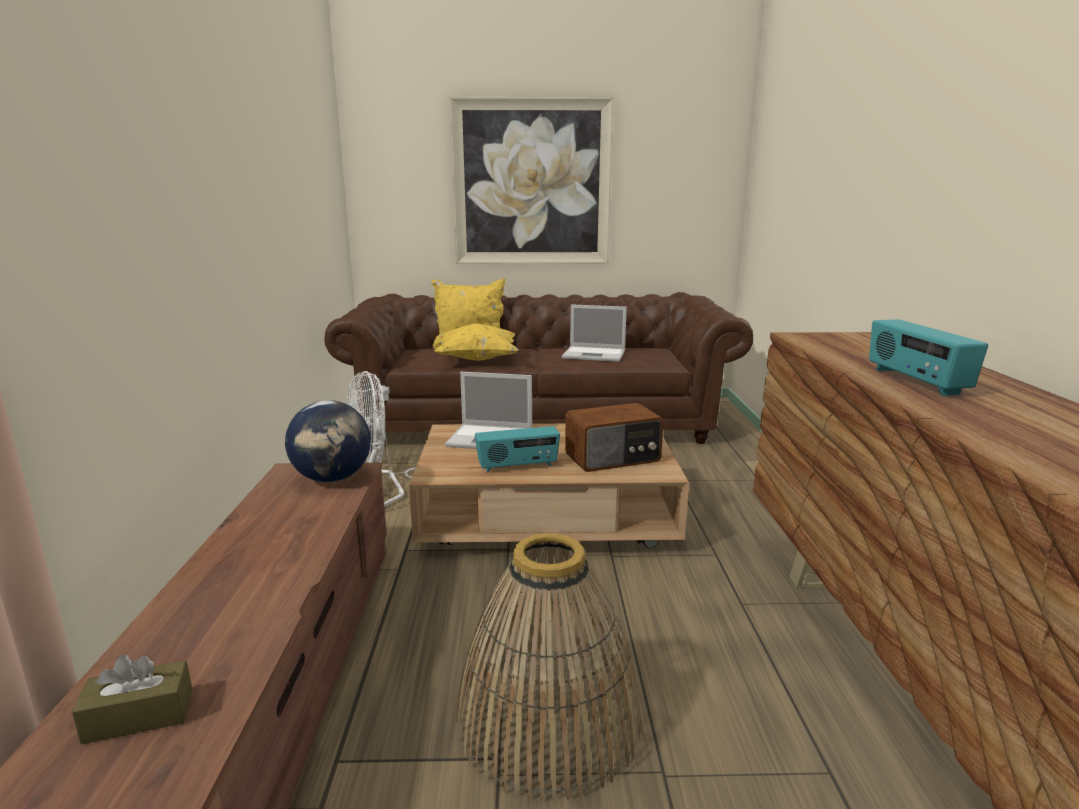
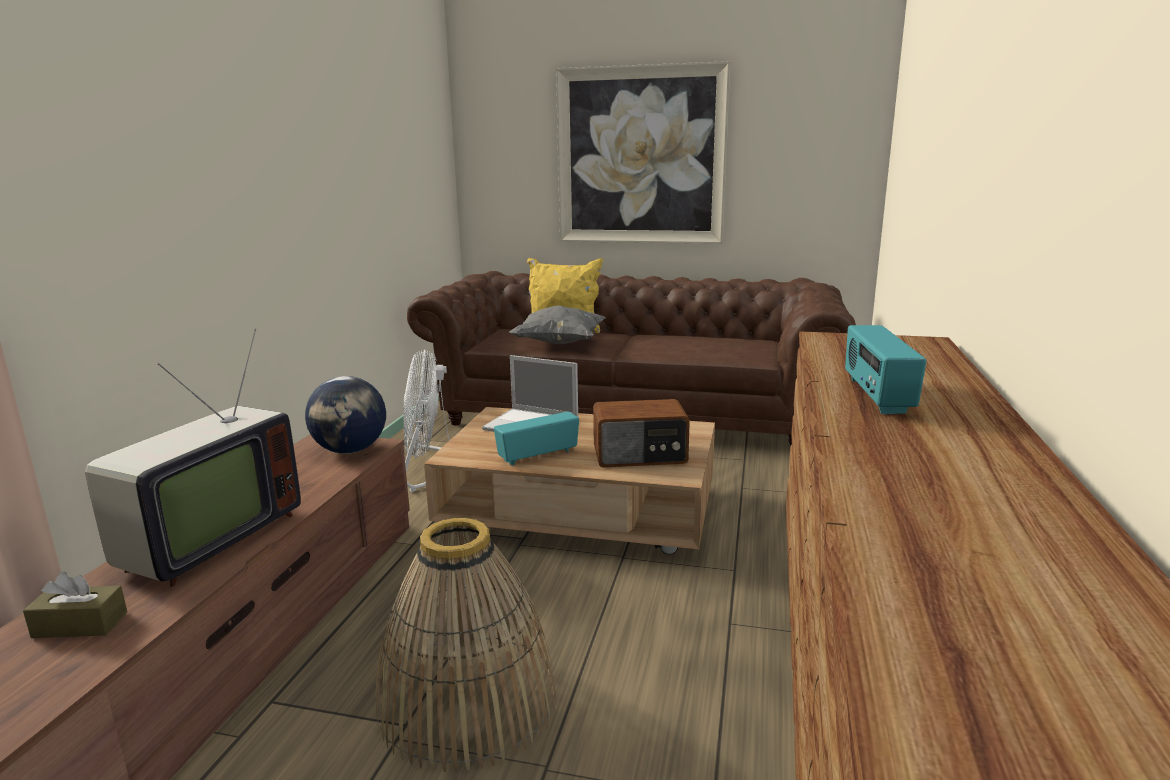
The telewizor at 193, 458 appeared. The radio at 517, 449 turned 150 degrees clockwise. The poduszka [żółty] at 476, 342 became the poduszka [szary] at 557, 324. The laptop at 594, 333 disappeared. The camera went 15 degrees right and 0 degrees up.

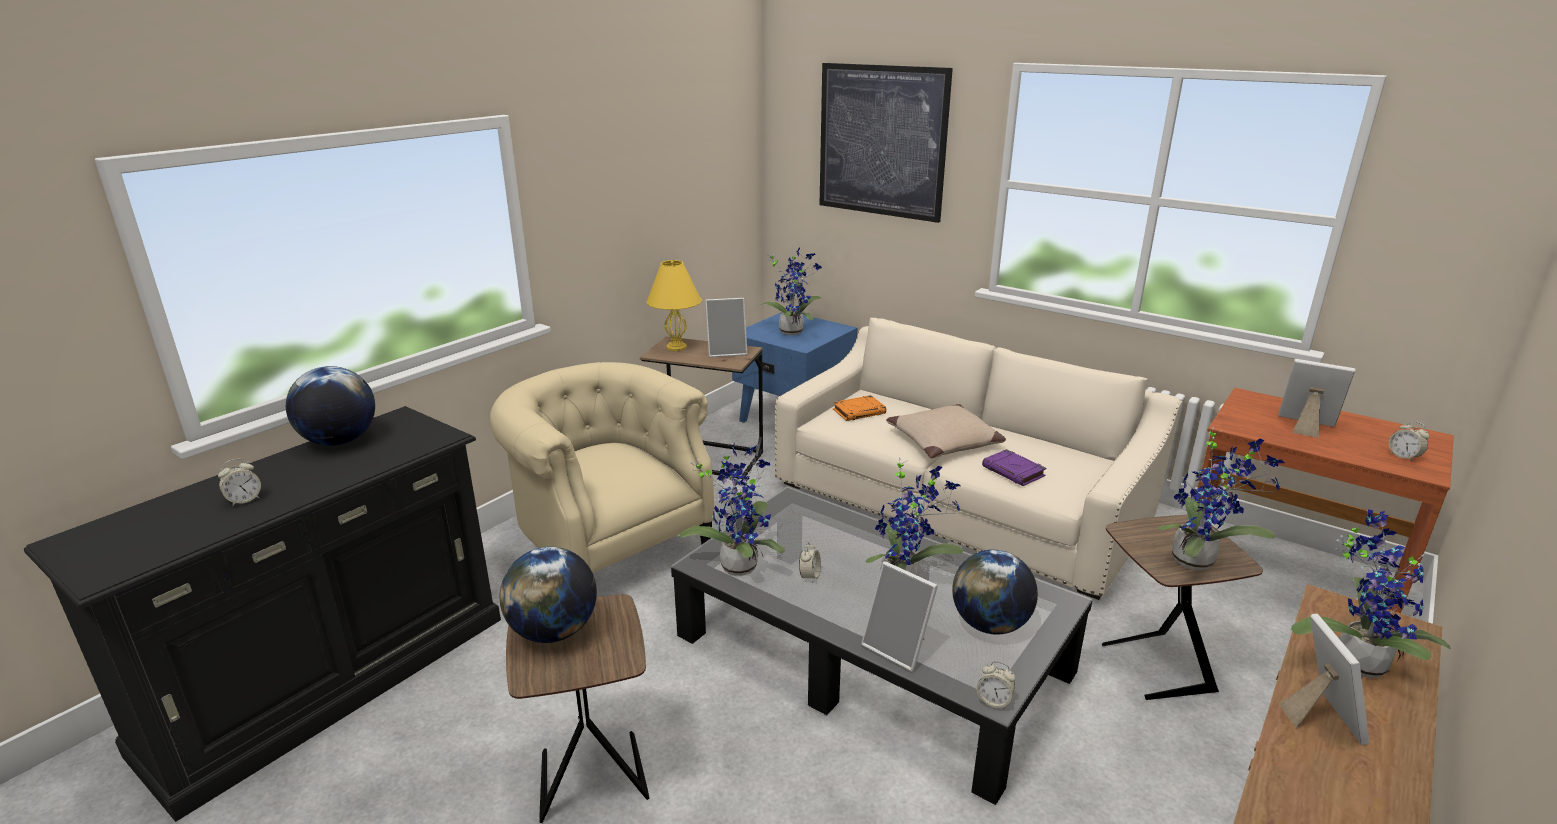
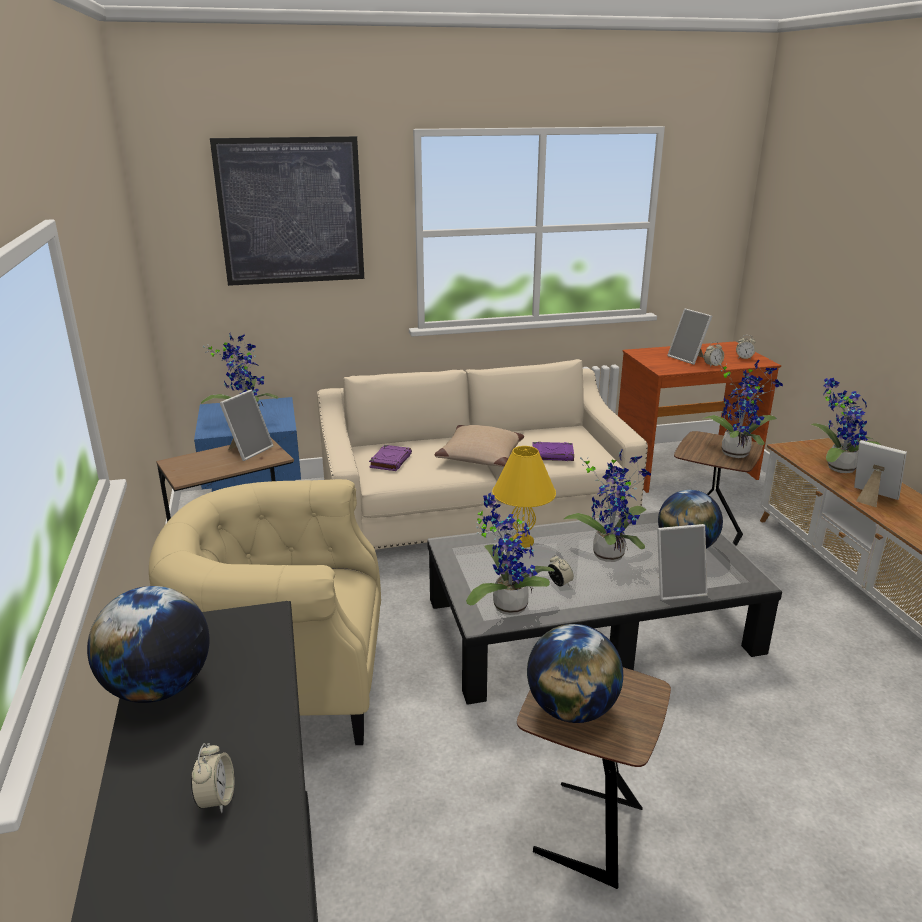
The książka [pomarańczowy] at 859, 408 became the książka [fioletowy] at 390, 458. The lampa stołowa [żółty] moved from 674, 305 to 524, 497. The ramka na zdjęcie at 1317, 398 turned 105 degrees counterclockwise. The budzik moved from 996, 685 to 714, 354. The camera went 50 degrees left and 0 degrees up.

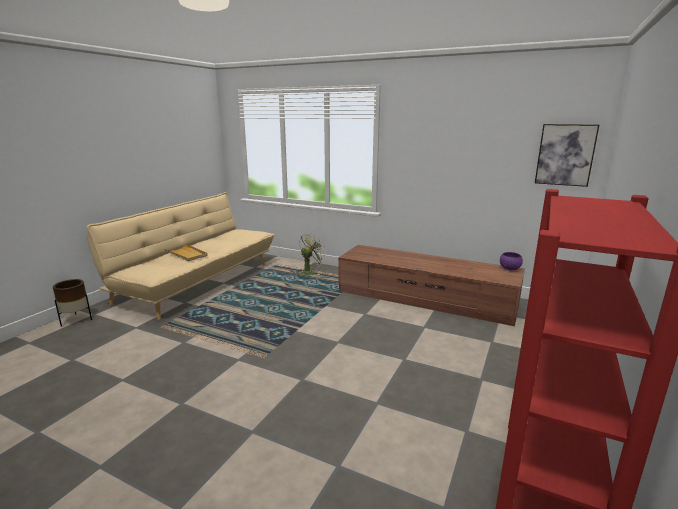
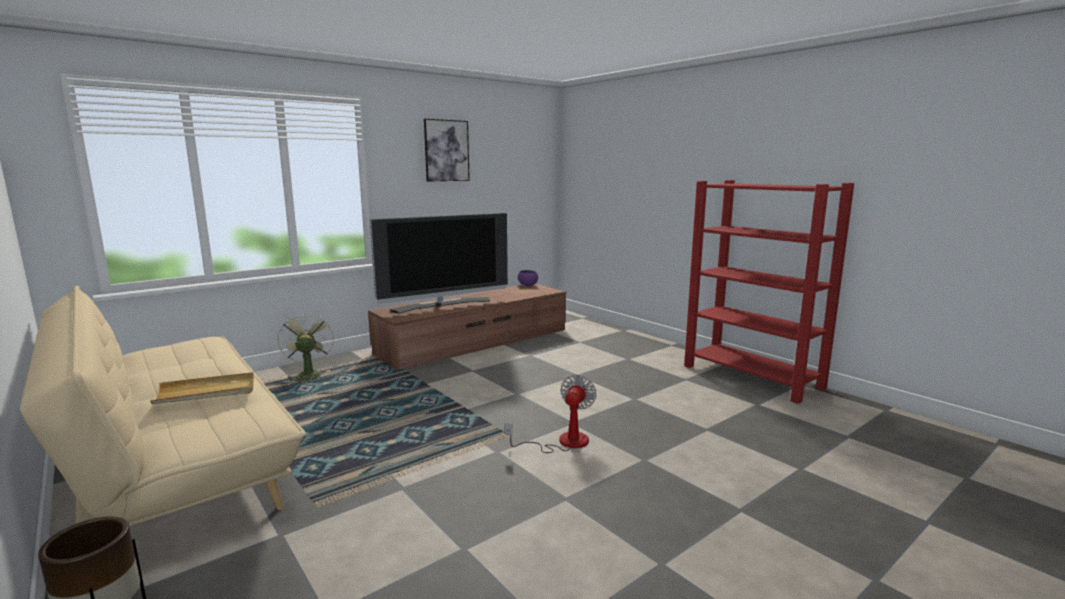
The telewizor at 439, 263 appeared. The obraz moved from 567, 155 to 447, 150. The wentylator at 550, 413 appeared. The camera went 65 degrees left and 5 degrees down.

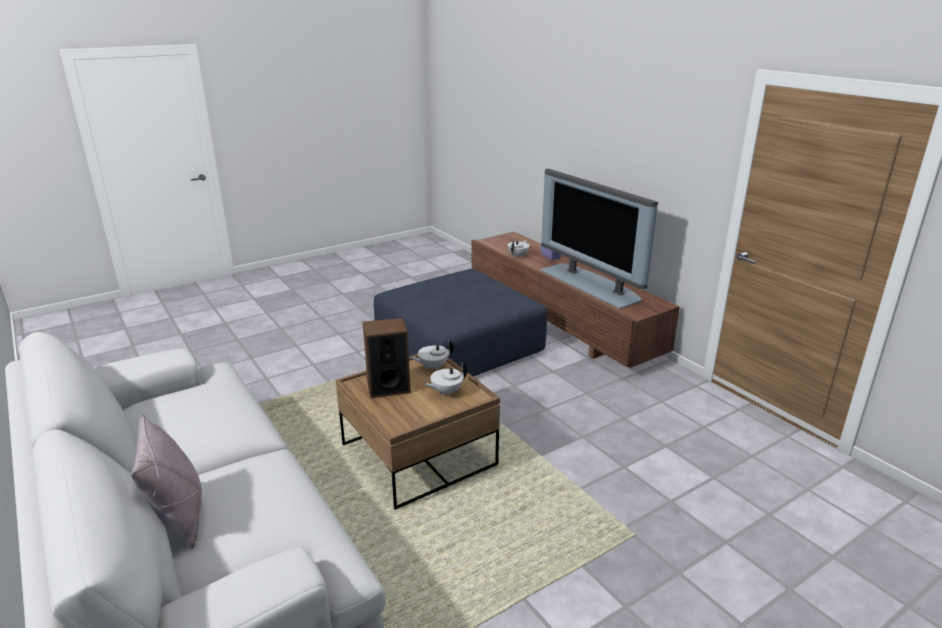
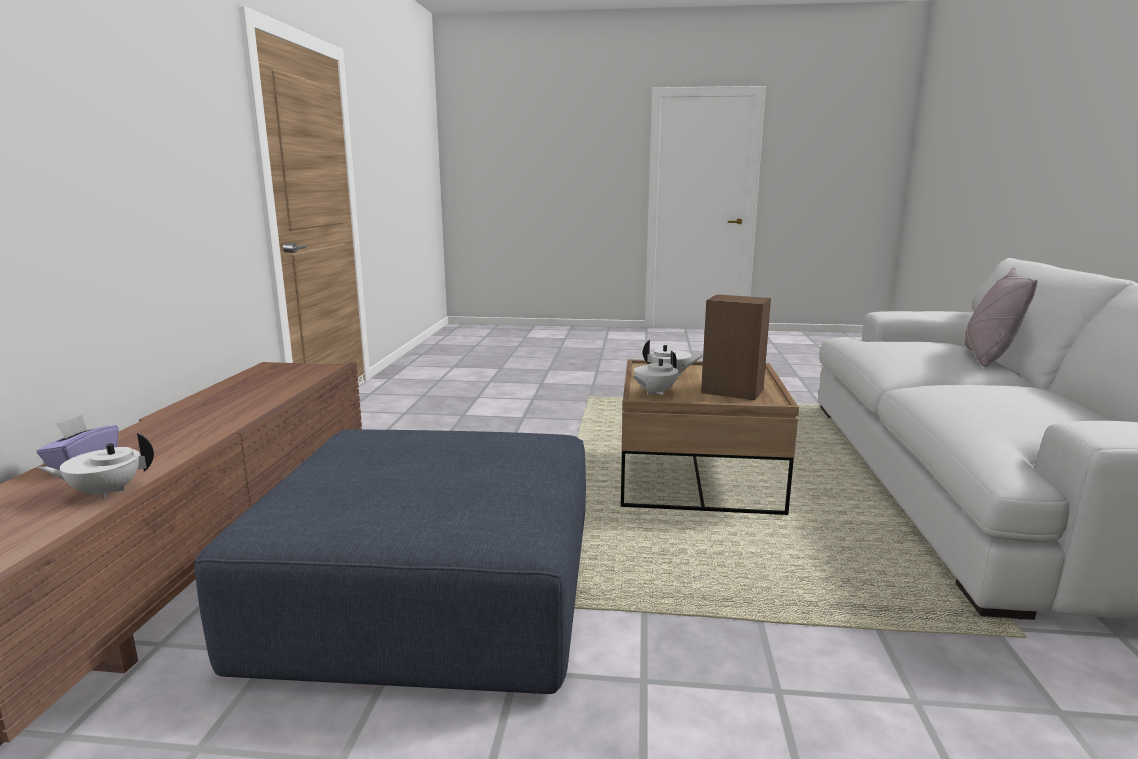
The imbryk [biały] at 432, 355 turned 120 degrees clockwise. The telewizor at 599, 239 disappeared. The camera went 140 degrees left and 10 degrees down.

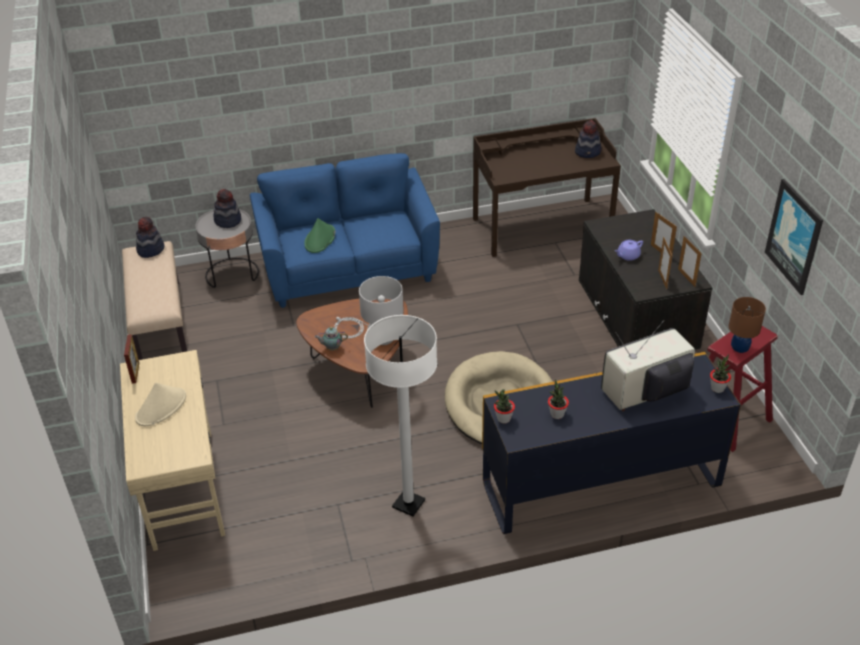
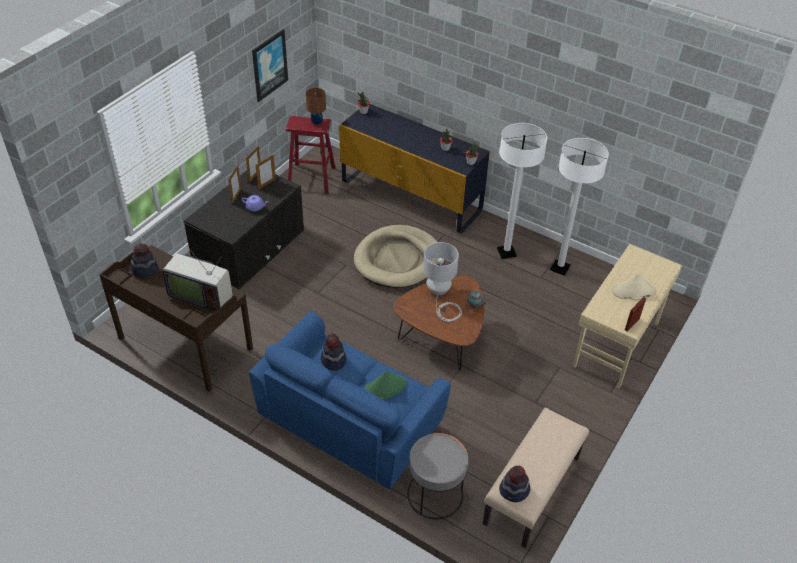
The telewizor moved from 648, 365 to 197, 279. The kapelusz moved from 227, 208 to 334, 352. The lampa stojąca [biały] at 579, 207 appeared. The camera went 135 degrees left and 5 degrees up.

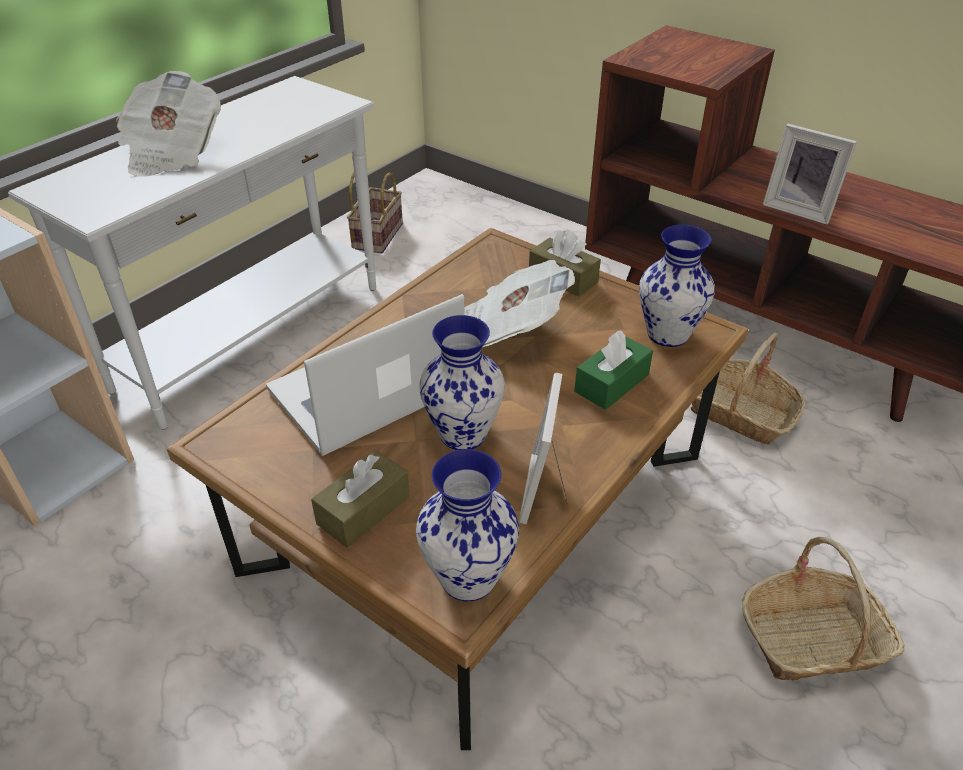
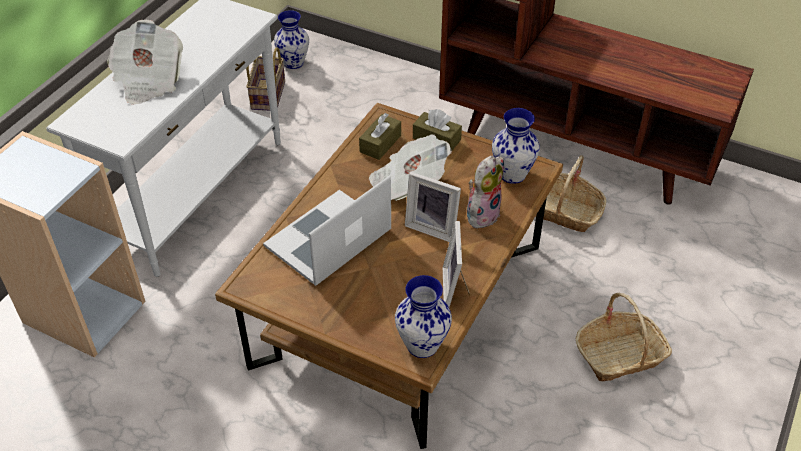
The wazon moved from 462, 382 to 291, 39. The pudełko chusteczek [brązowy] moved from 360, 499 to 380, 136. The ramka na zdjęcie moved from 810, 174 to 433, 207. The pudełko chusteczek [zielony] at 613, 370 was replaced by the pluszak at 485, 193. The camera went 10 degrees left and 5 degrees up.

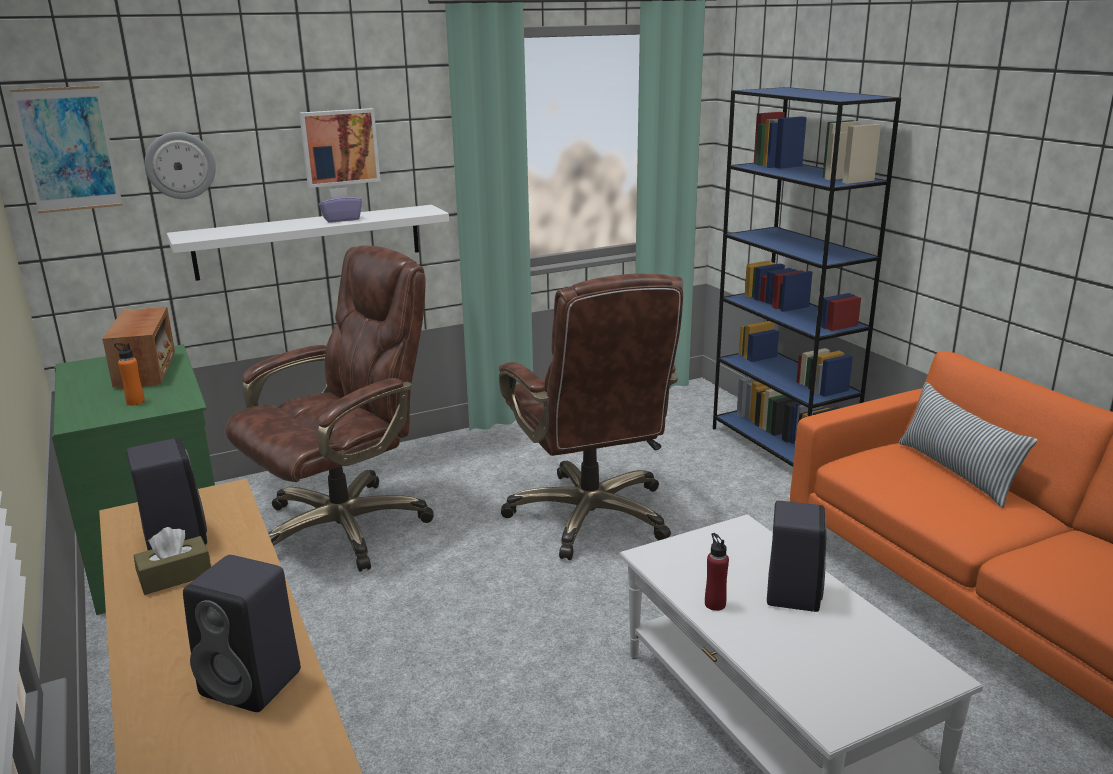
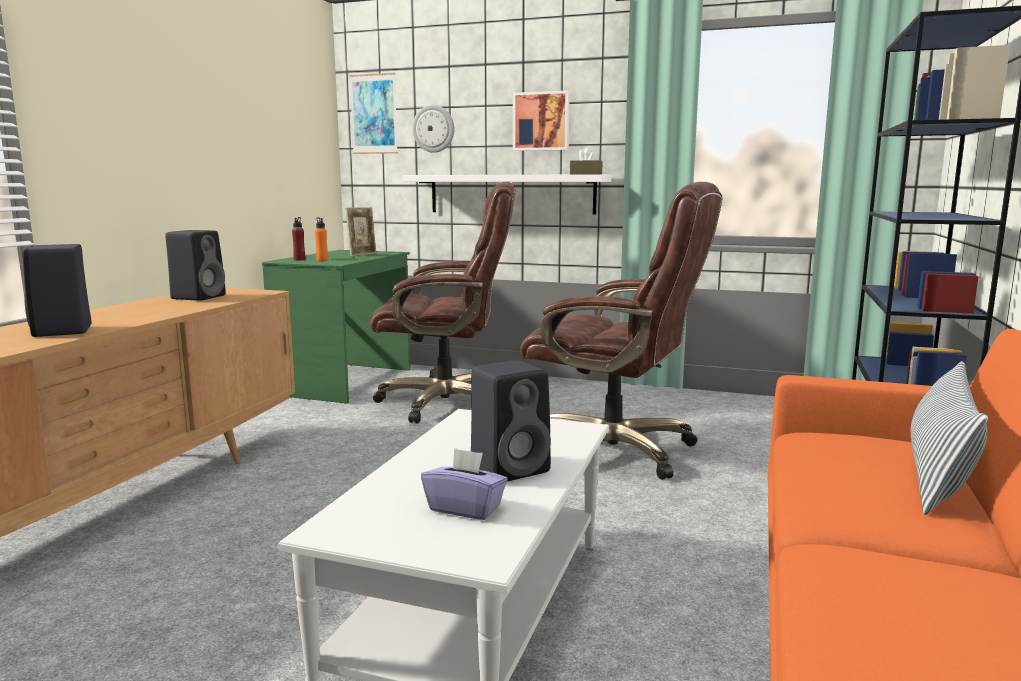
The butelka [czerwony] moved from 717, 572 to 299, 239. The radio at 139, 348 was replaced by the ramka na zdjęcie at 361, 231. The pudełko chusteczek [fioletowy] moved from 340, 204 to 464, 484. The krzesło biurowe [brązowy] at 591, 417 turned 90 degrees counterclockwise. The pudełko chusteczek [brązowy] moved from 172, 561 to 586, 160. The camera went 45 degrees right and 10 degrees down.

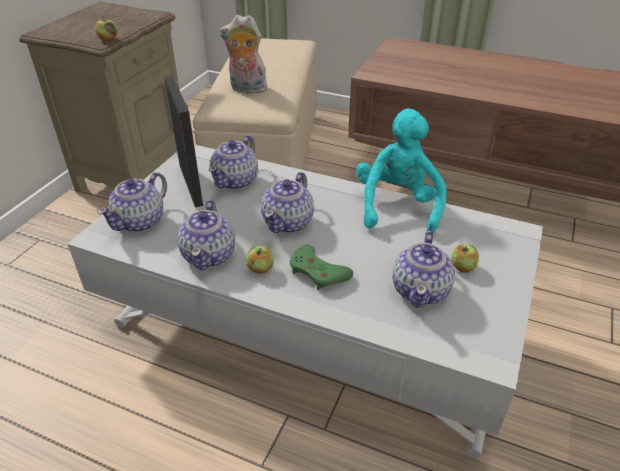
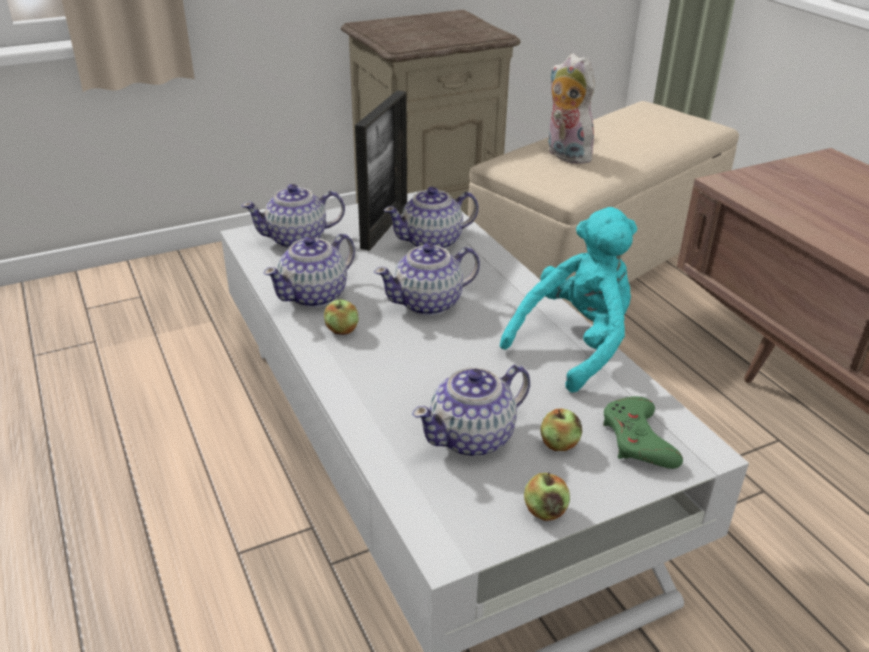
The jabłko moved from 106, 28 to 547, 496. The pad do gier [zielony] moved from 321, 267 to 643, 432. The camera went 40 degrees right and 5 degrees down.

